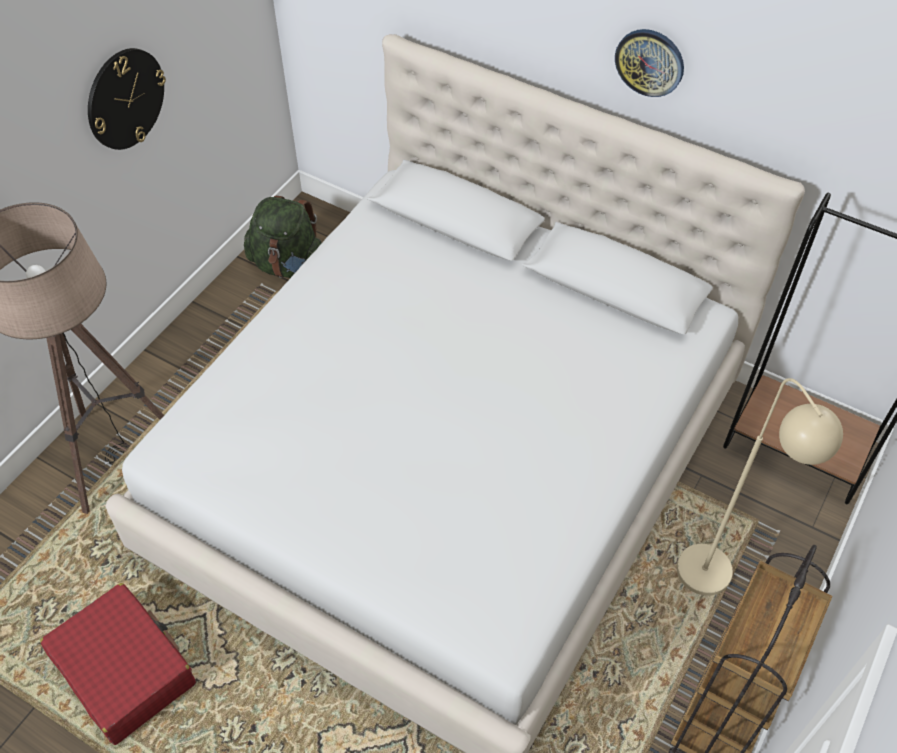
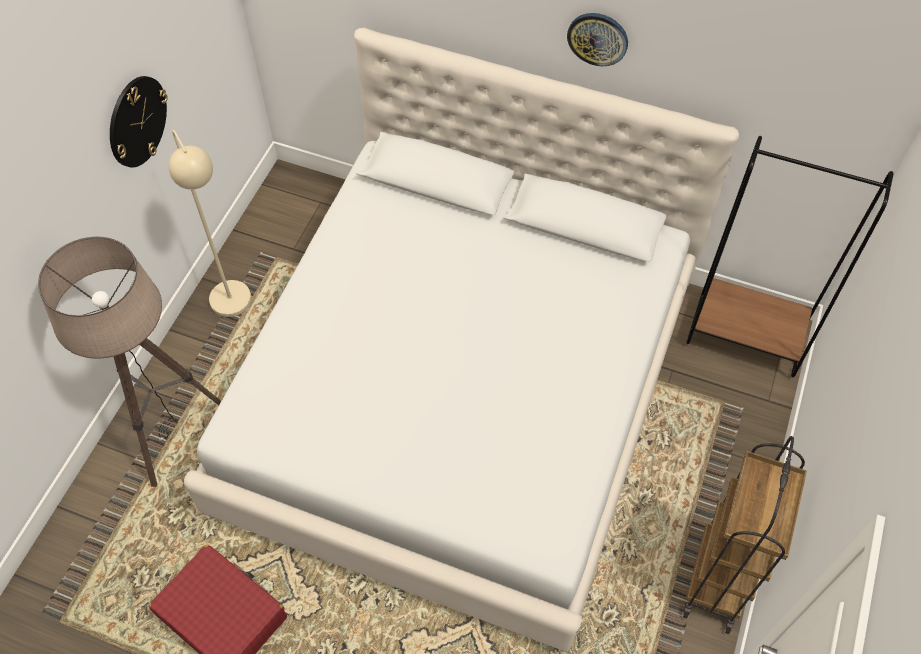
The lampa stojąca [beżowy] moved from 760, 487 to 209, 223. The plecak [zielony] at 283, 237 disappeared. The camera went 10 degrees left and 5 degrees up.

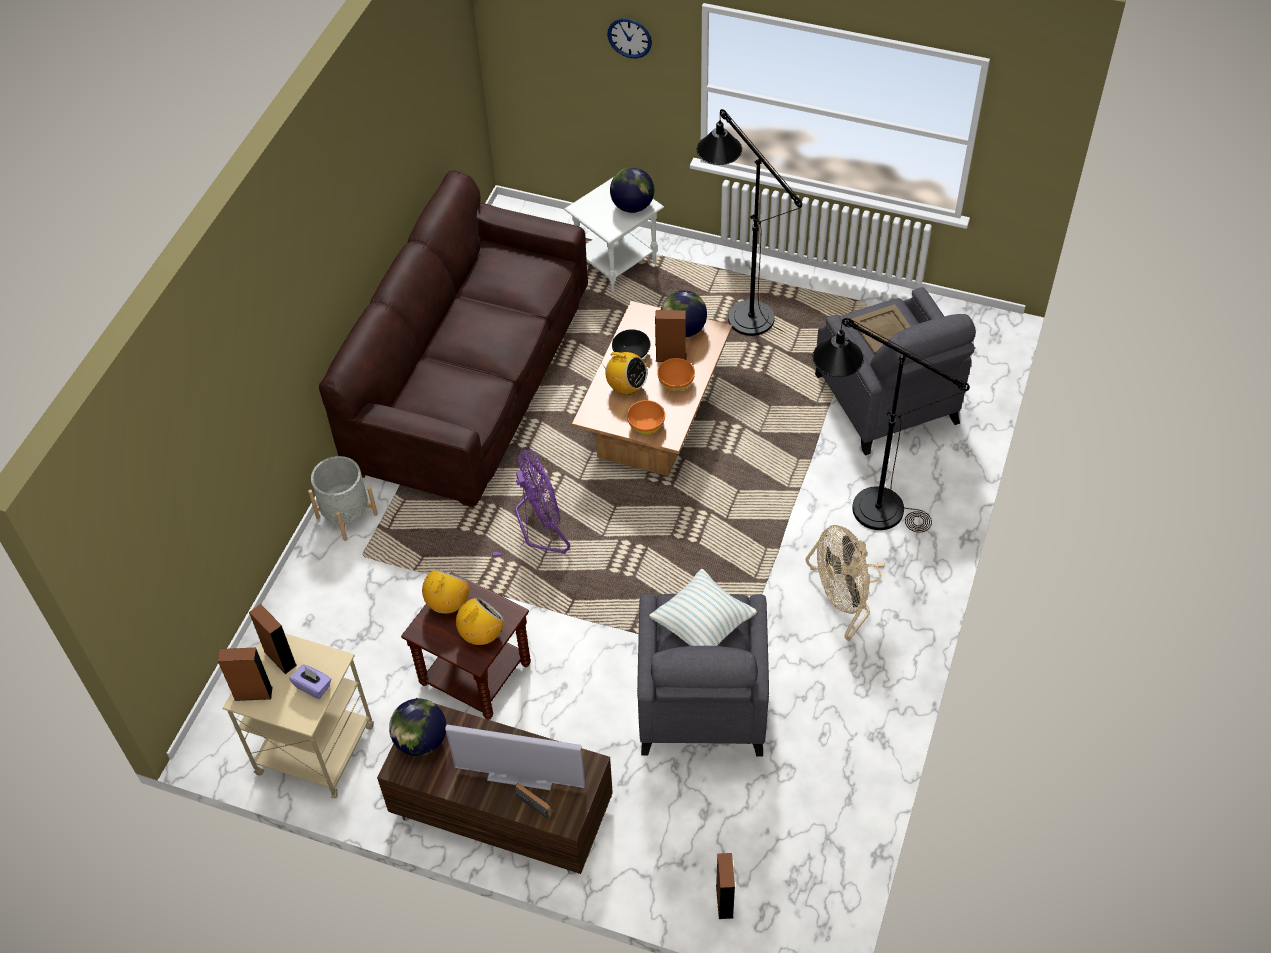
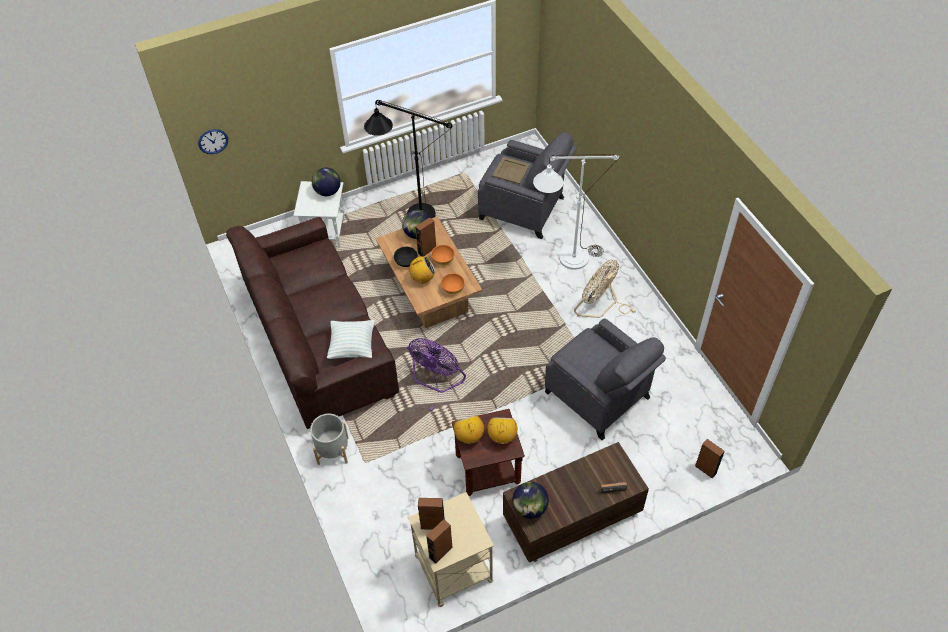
The zegar ścienny moved from 629, 38 to 213, 141. The poduszka moved from 703, 607 to 351, 339. The lampa stojąca [czarny] at 891, 425 became the lampa stojąca [biały] at 576, 212. The wentylator [beżowy] at 846, 583 turned 105 degrees clockwise. The pudełko chusteczek [fioletowy] at 310, 681 disappeared. The telewizor at 515, 758 disappeared. The camera went 45 degrees left and 0 degrees up.

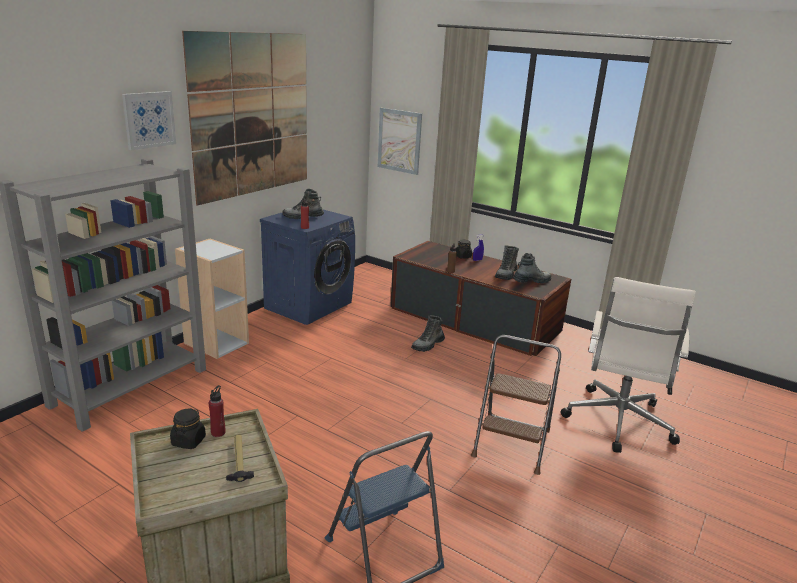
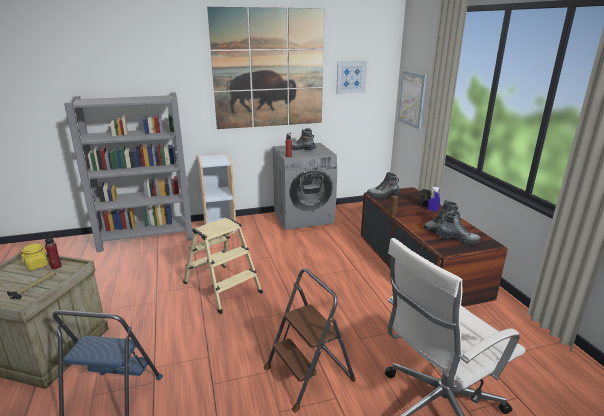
The słoik [czarny] at 188, 428 became the słoik [żółty] at 34, 257. The drabinka [beżowy] at 223, 265 appeared. The pralka [niebieski] at 307, 267 became the pralka [szary] at 304, 186. The obraz moved from 149, 120 to 351, 77. The but z cholewką moved from 428, 333 to 383, 185. The camera went 40 degrees right and 0 degrees up.

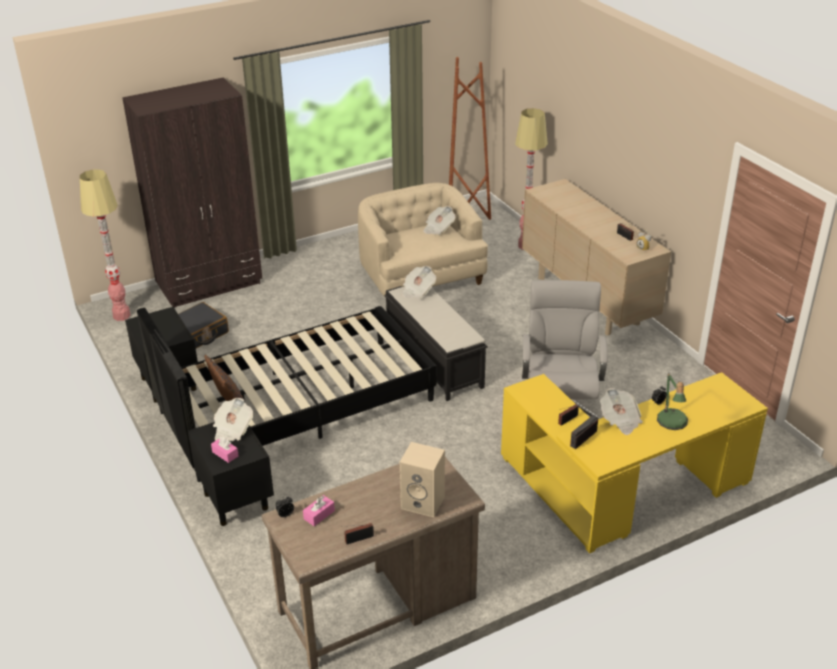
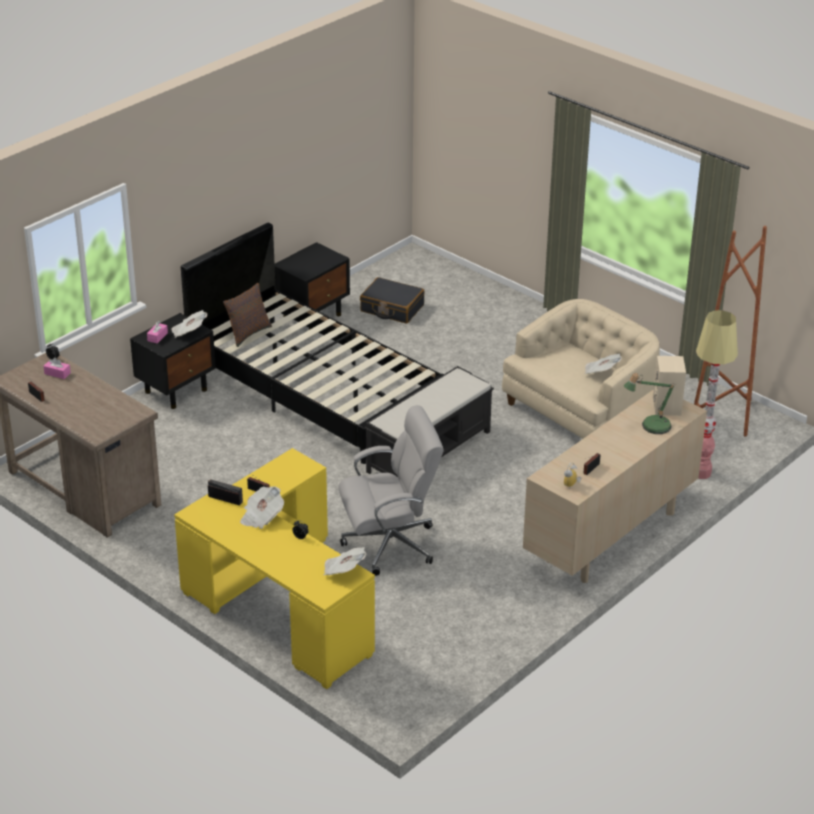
The gazeta moved from 419, 282 to 344, 561. The lampa stołowa moved from 672, 401 to 650, 403. The głośnik [beżowy] moved from 422, 479 to 669, 386. The lampa stojąca at 105, 245 disappeared. The szafa [brązowy] at 192, 193 disappeared. The camera went 70 degrees right and 0 degrees up.

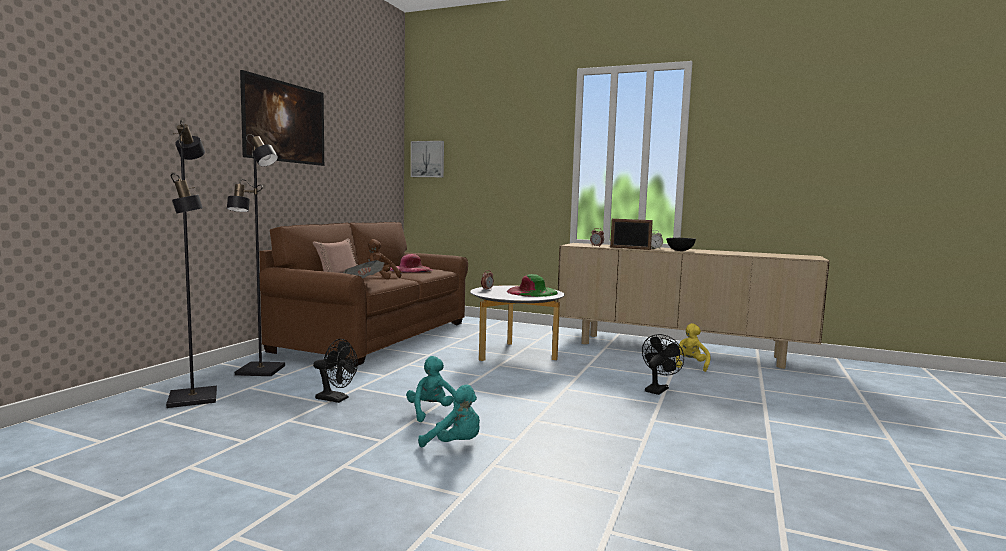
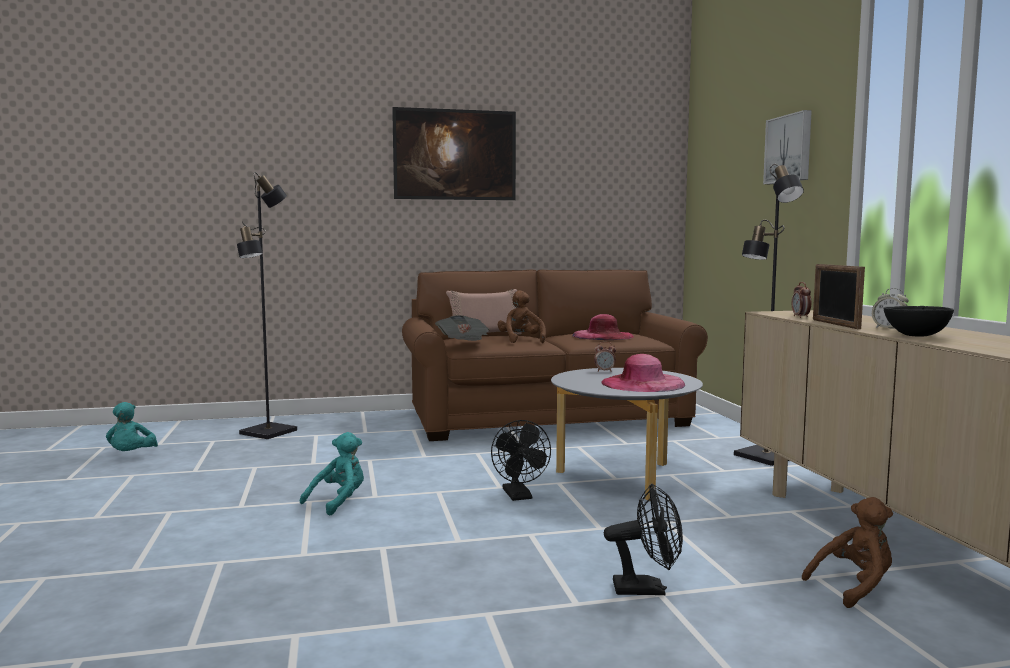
The pluszak [turkusowy] moved from 449, 415 to 132, 426. The wentylator [czarny] moved from 335, 371 to 521, 460. The kapelusz [zielony] at 532, 285 became the kapelusz [różowy] at 643, 373. The lampa stojąca [czarny] moved from 256, 255 to 769, 315. The obraz moved from 427, 159 to 787, 147. The pluszak [żółty] at 693, 347 became the pluszak [brązowy] at 847, 552. The camera went 55 degrees right and 0 degrees up.

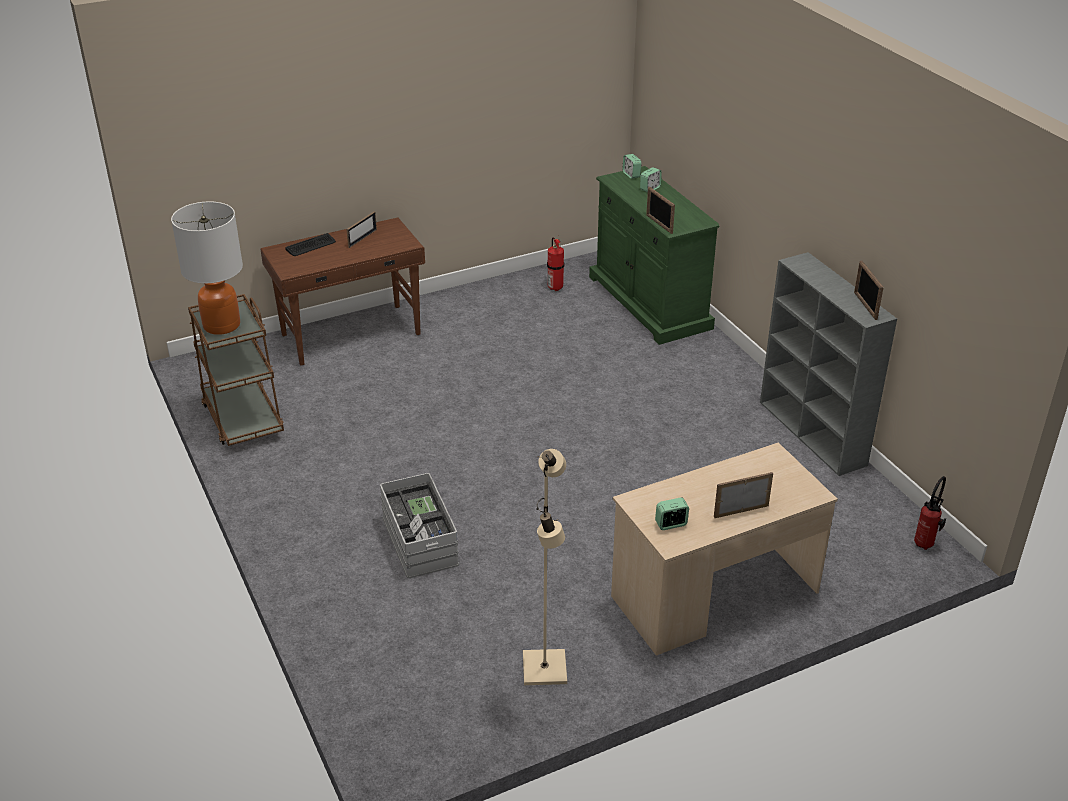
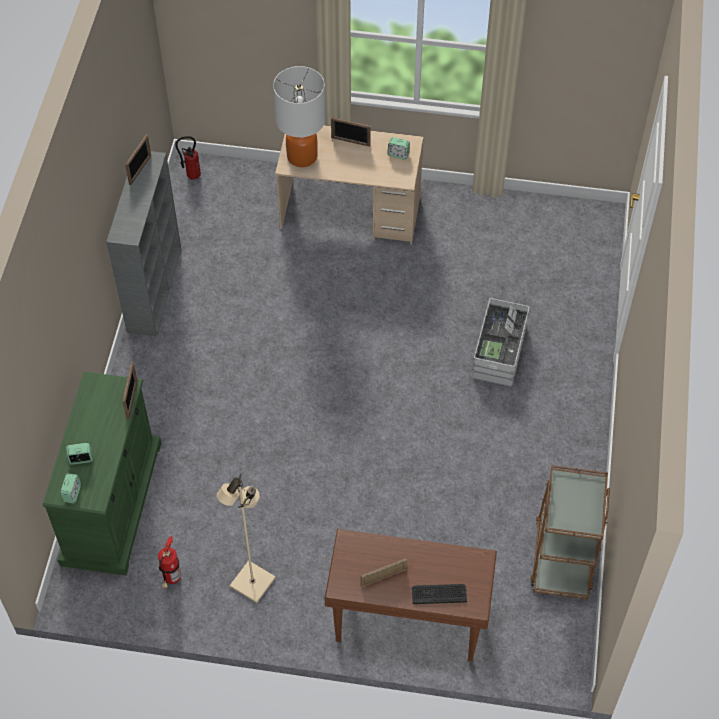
The lampa stojąca [beżowy] moved from 545, 567 to 246, 538. The lampa stołowa moved from 207, 268 to 299, 116. The camera went 145 degrees left and 20 degrees up.

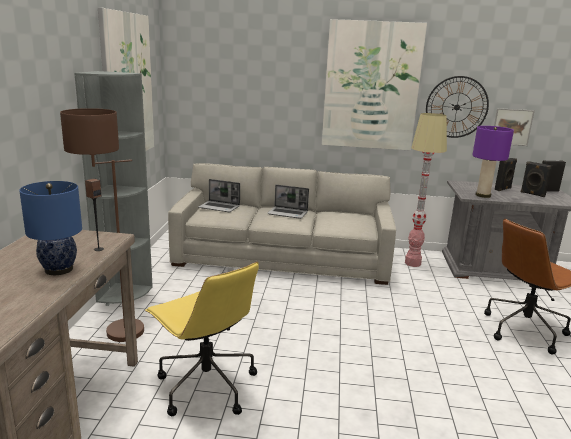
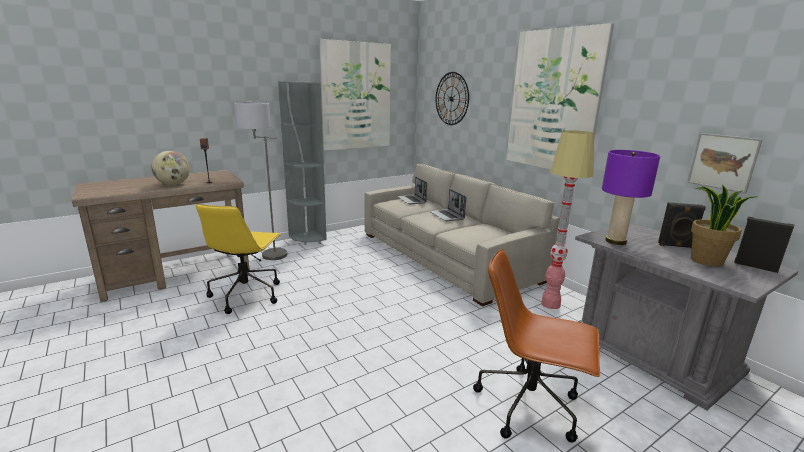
The lampa stołowa [niebieski] at 50, 228 was replaced by the globus at 170, 168. The lampa stojąca [brązowy] at 102, 225 became the lampa stojąca [szary] at 260, 181. The zegar ścienny moved from 457, 107 to 452, 98. The głośnik [czarny] at 536, 179 was replaced by the roślina doniczkowa at 723, 226. The camera went 50 degrees right and 0 degrees up.

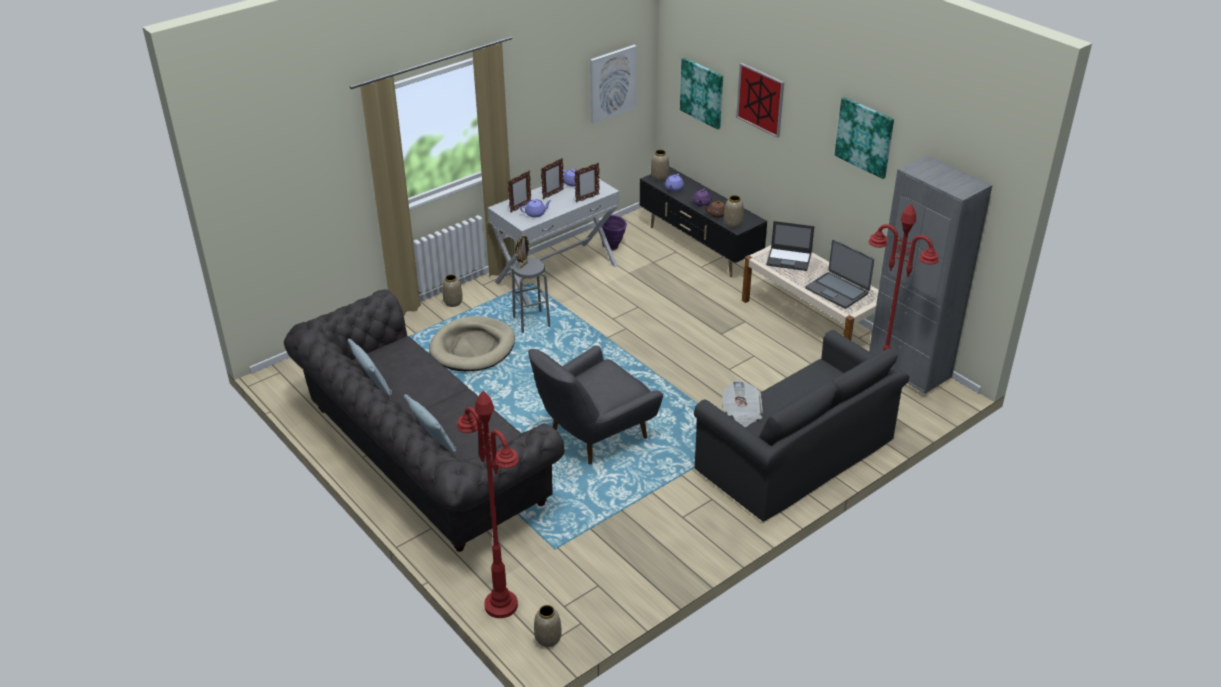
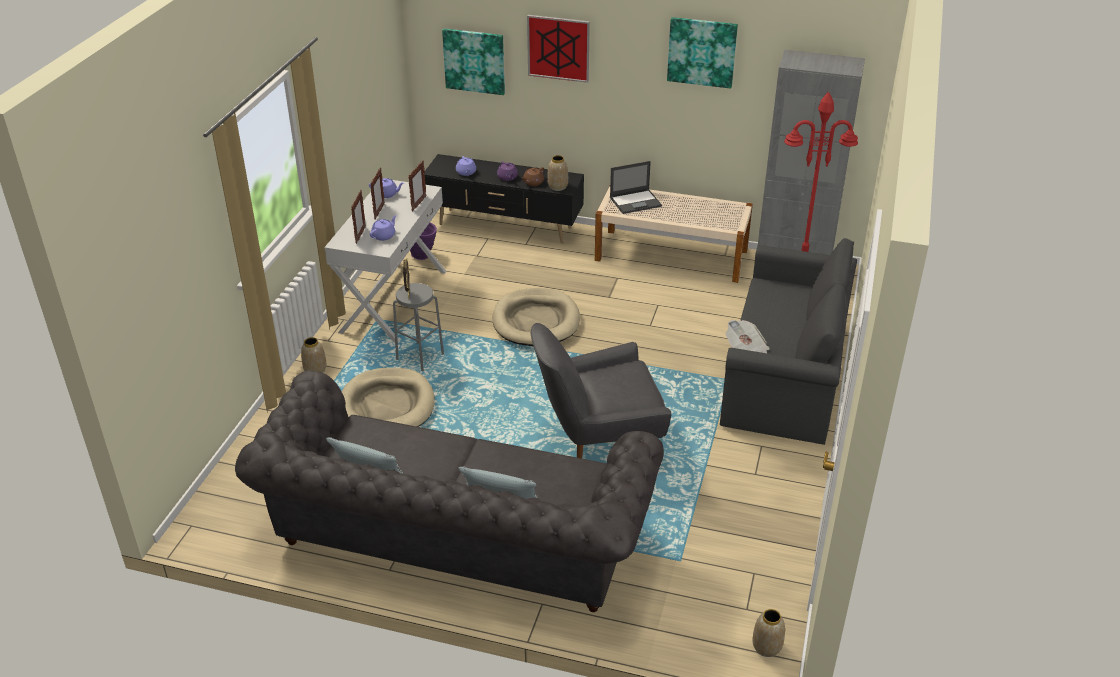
The legowisko [beżowy] at 536, 317 appeared. The fotel [szary] at 595, 405 turned 60 degrees clockwise. The lampa stojąca [czerwony] at 488, 504 disappeared. The obraz at 613, 84 disappeared. The wazon at 660, 165 disappeared. The laptop at 839, 274 disappeared. The camera went 35 degrees left and 0 degrees up.

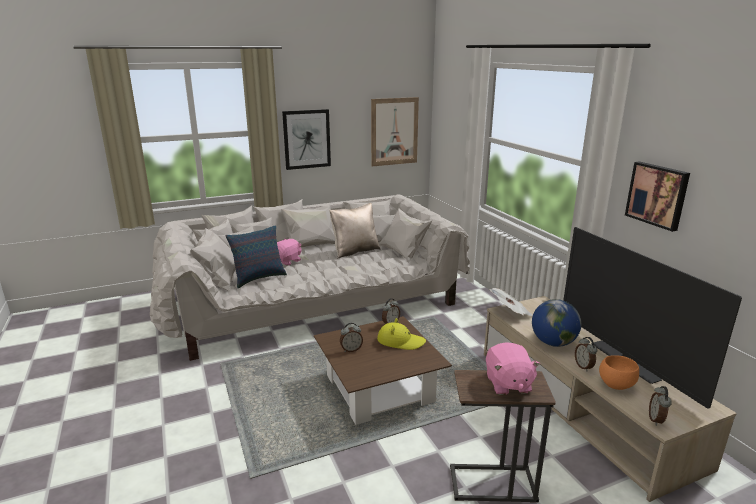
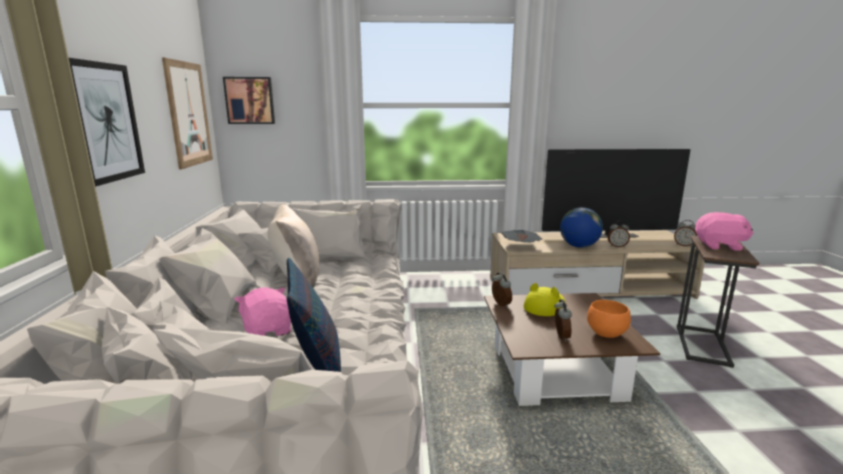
The obraz moved from 657, 196 to 249, 100. The miska [pomarańczowy] moved from 619, 372 to 609, 319. The camera went 70 degrees left and 5 degrees down.

